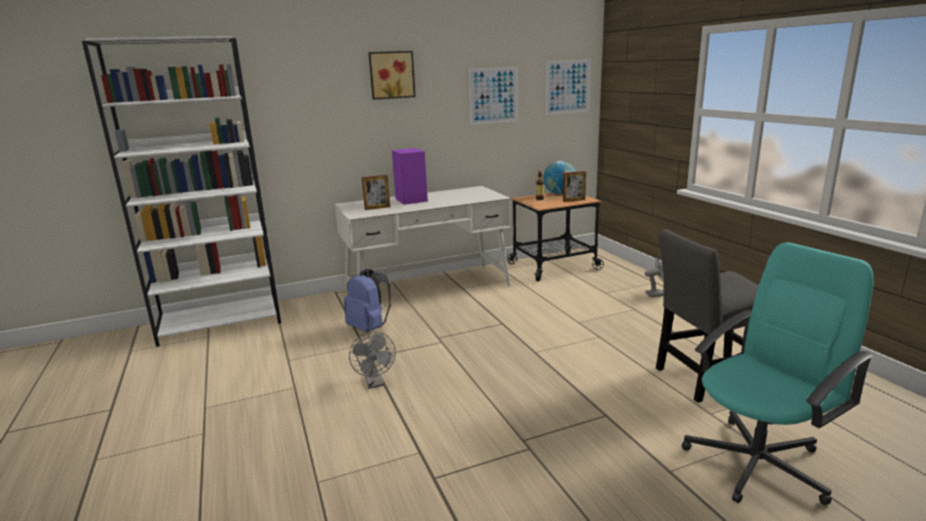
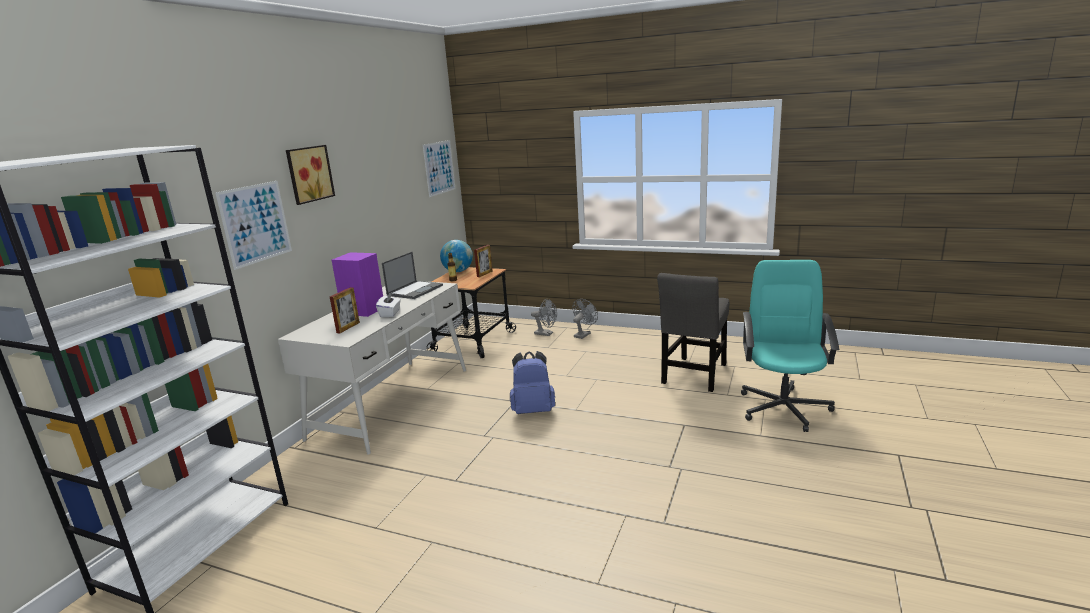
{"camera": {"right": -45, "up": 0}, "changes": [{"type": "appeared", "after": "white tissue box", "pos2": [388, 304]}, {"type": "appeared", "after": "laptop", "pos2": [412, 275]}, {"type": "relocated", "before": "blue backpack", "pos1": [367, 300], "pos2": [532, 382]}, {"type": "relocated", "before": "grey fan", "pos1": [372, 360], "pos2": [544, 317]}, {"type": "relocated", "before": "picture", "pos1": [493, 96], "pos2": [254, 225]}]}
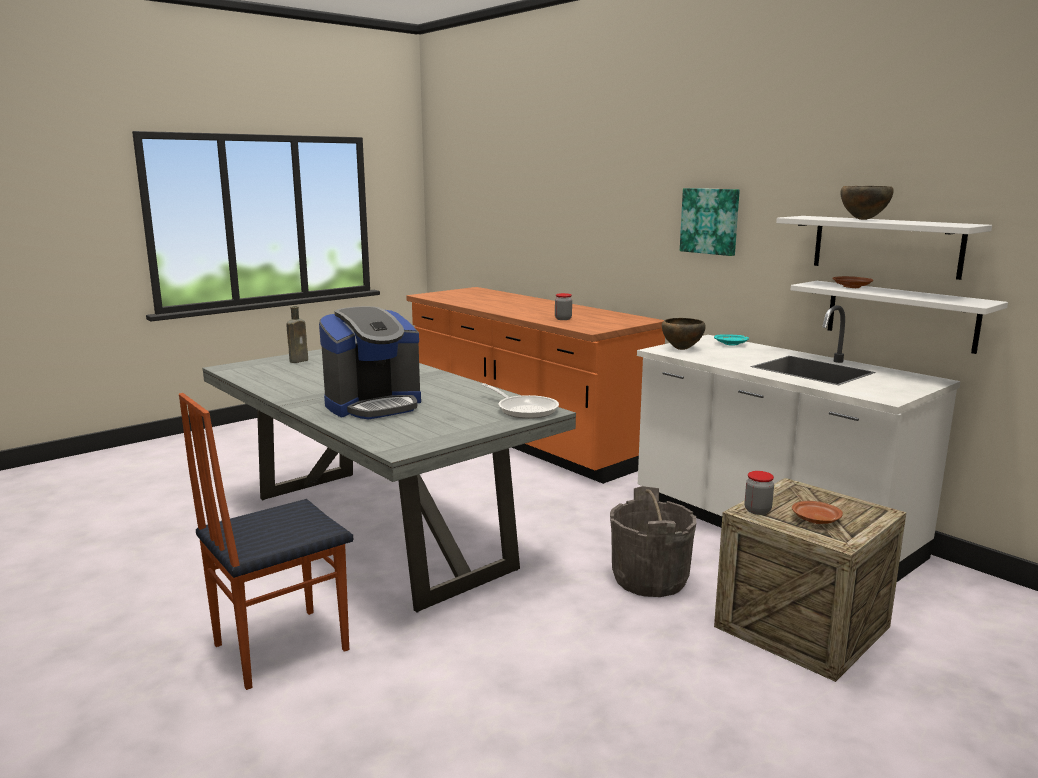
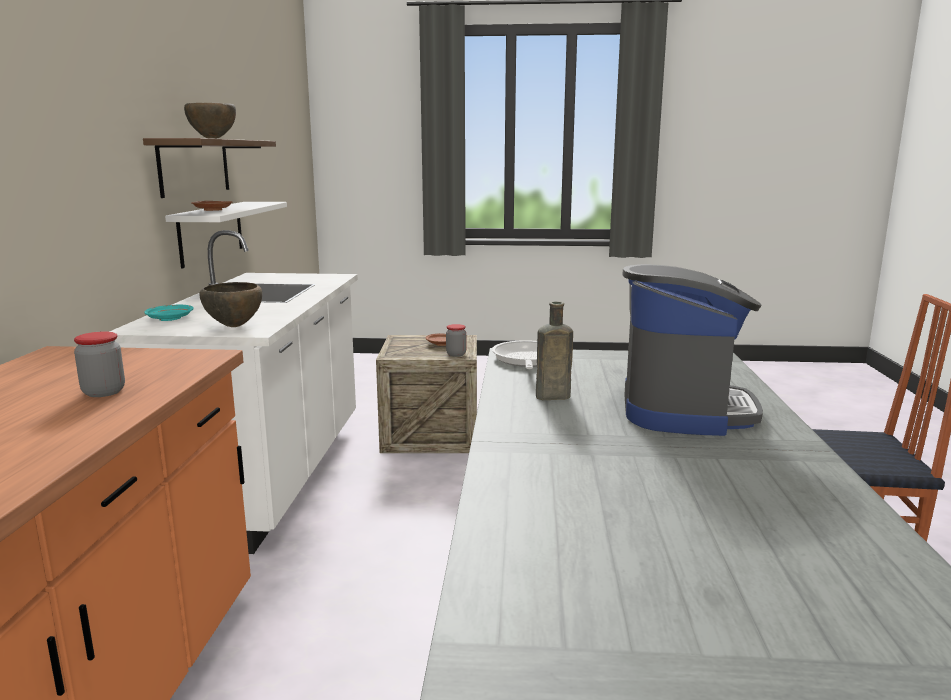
{"camera": {"right": -135, "up": 0}, "changes": [{"type": "missing", "before": "grey bucket", "pos1": [653, 541]}, {"type": "missing", "before": "picture", "pos1": [710, 222]}, {"type": "relocated", "before": "brown bottle", "pos1": [297, 334], "pos2": [554, 350]}, {"type": "colour", "before": "white shelf", "after": "brown shelf", "pos1": [884, 248], "pos2": [209, 168]}, {"type": "spun", "before": "coffee machine", "pos1": [370, 362], "pos2": [693, 350], "turn": 90}]}
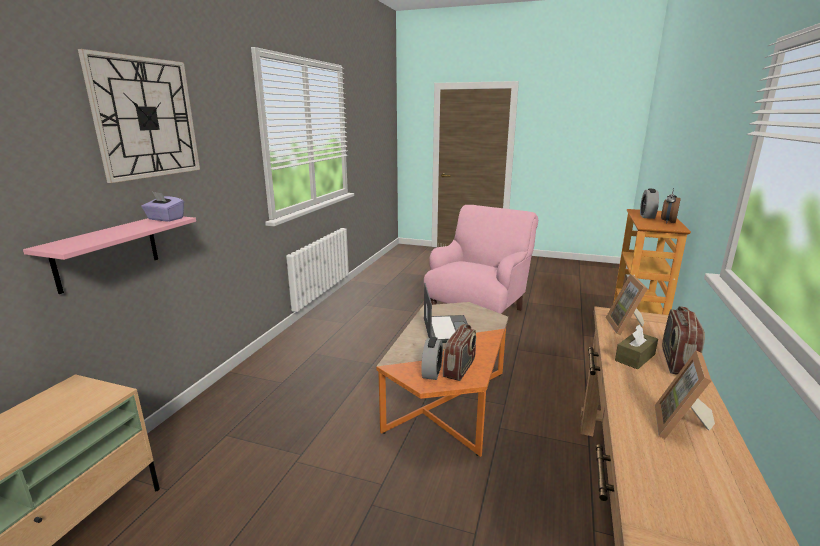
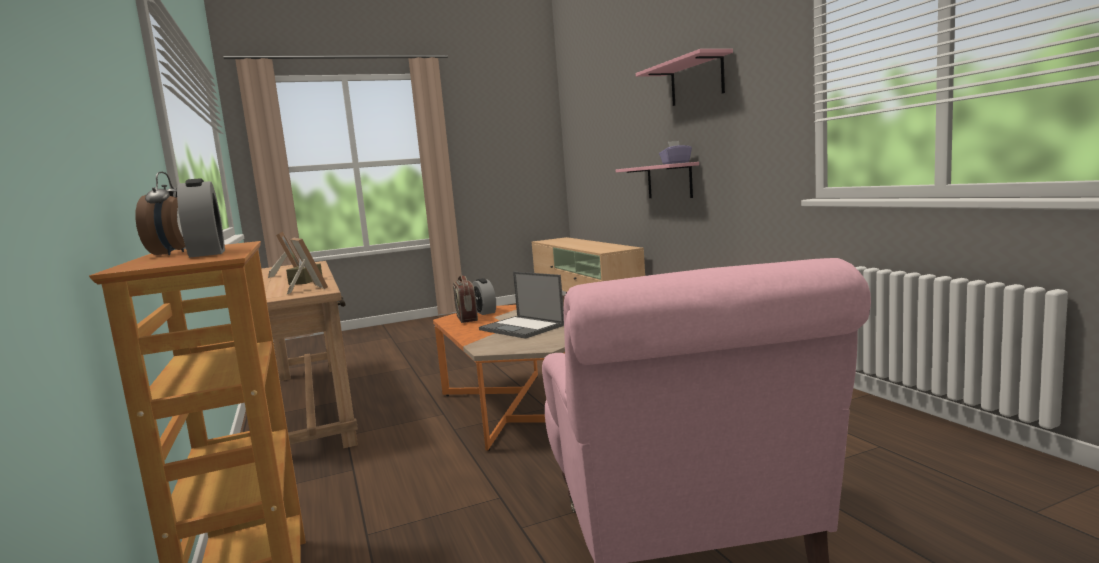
{"camera": {"right": 140, "up": -10}, "changes": [{"type": "missing", "before": "radio", "pos1": [683, 340]}, {"type": "exchanged", "before": "wall clock", "after": "pink shelf", "pos1": [139, 116], "pos2": [684, 77]}]}
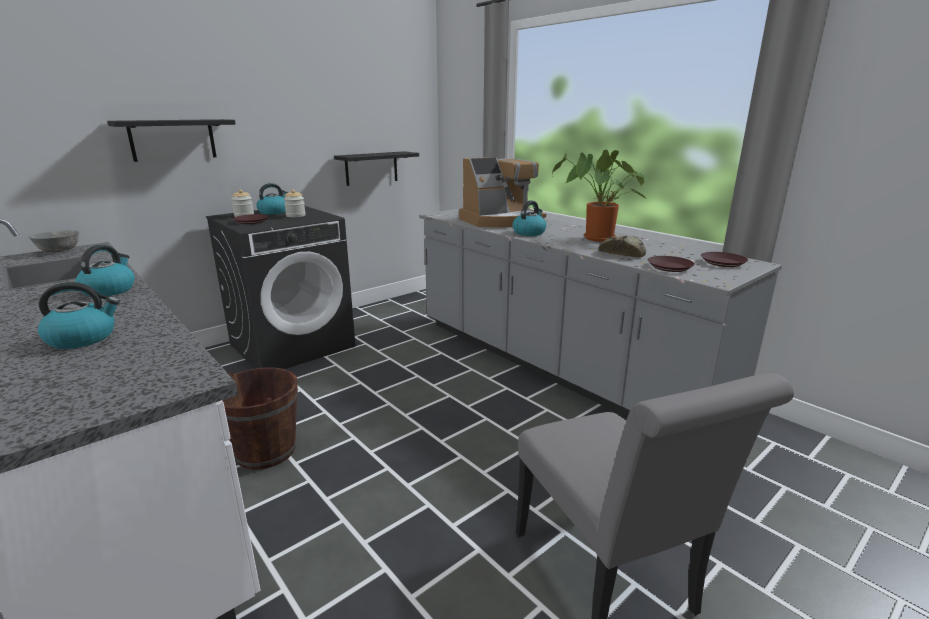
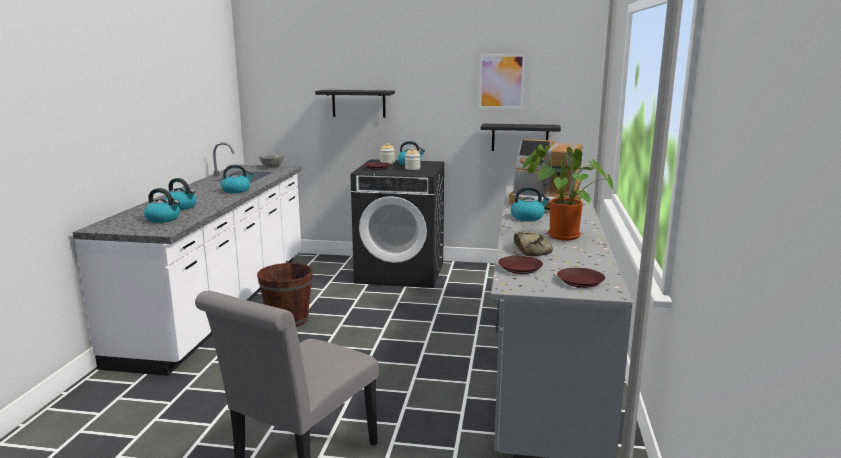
{"camera": {"right": 50, "up": -5}, "changes": [{"type": "appeared", "after": "kettle", "pos2": [162, 205]}, {"type": "appeared", "after": "picture", "pos2": [502, 81]}]}
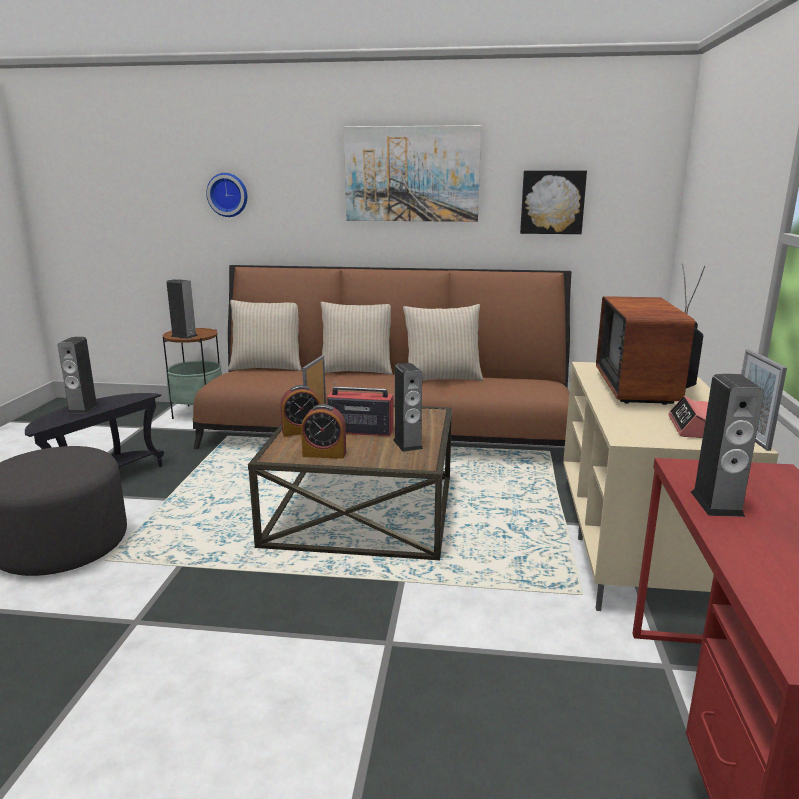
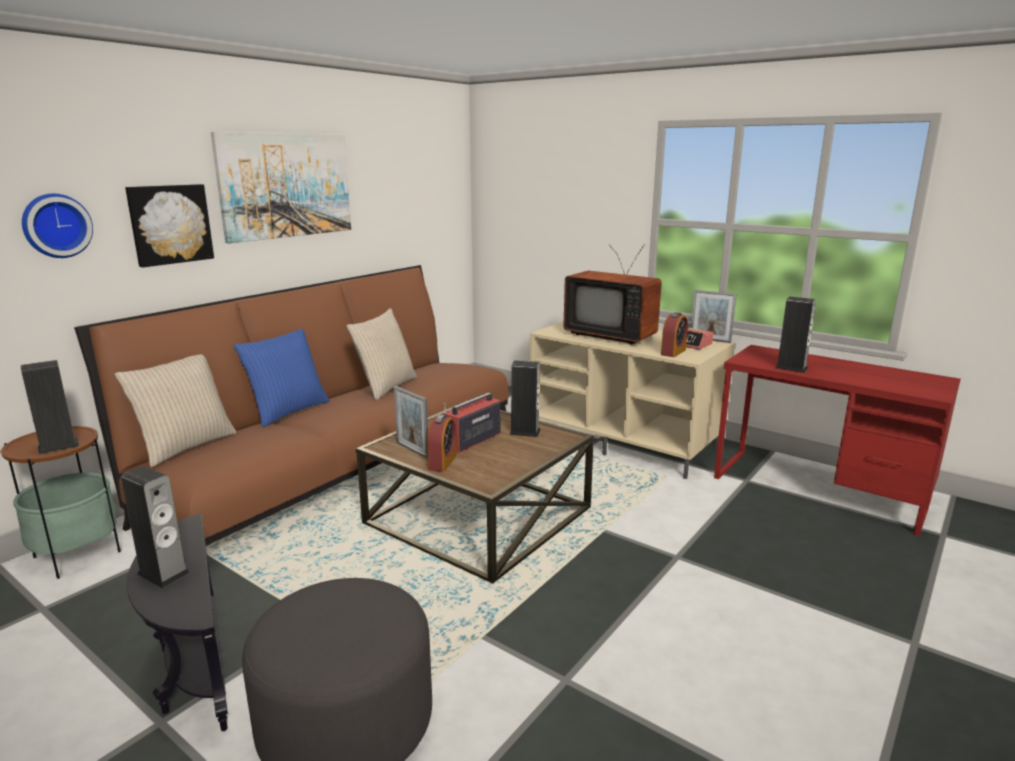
{"camera": {"right": -60, "up": 0}, "changes": [{"type": "relocated", "before": "alarm clock", "pos1": [323, 431], "pos2": [674, 334]}, {"type": "relocated", "before": "picture", "pos1": [553, 202], "pos2": [169, 225]}, {"type": "colour", "before": "beige pillow", "after": "blue pillow", "pos1": [357, 338], "pos2": [281, 378]}]}
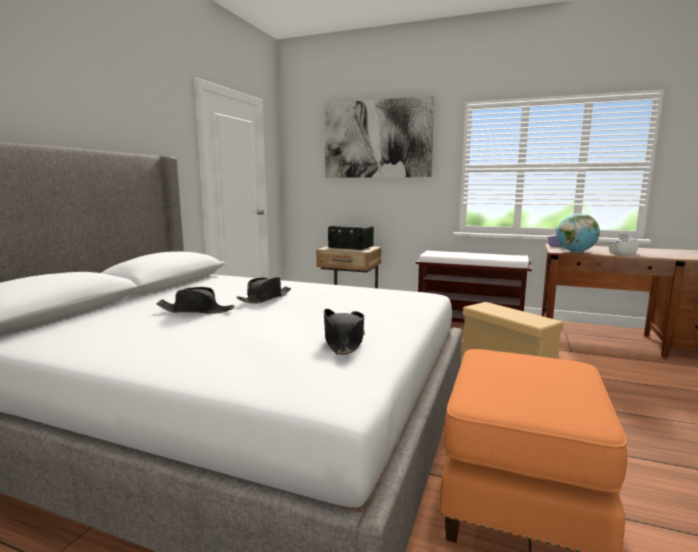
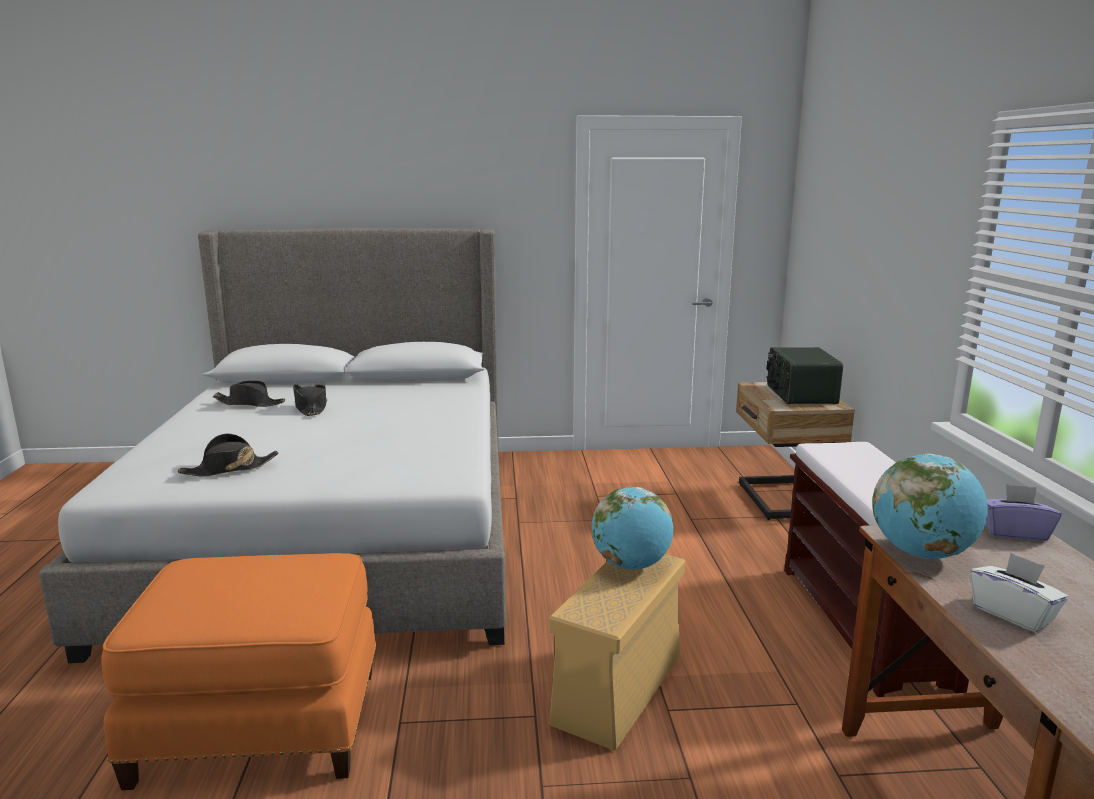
{"camera": {"right": 65, "up": 5}, "changes": [{"type": "missing", "before": "picture", "pos1": [380, 137]}, {"type": "appeared", "after": "globe", "pos2": [632, 528]}, {"type": "relocated", "before": "black hat", "pos1": [263, 290], "pos2": [248, 393]}]}
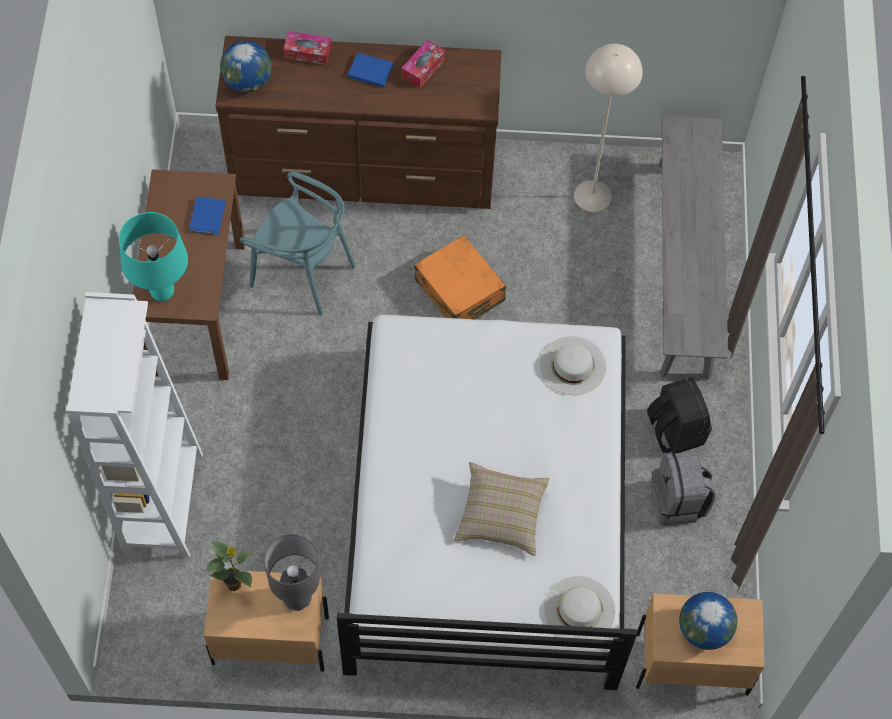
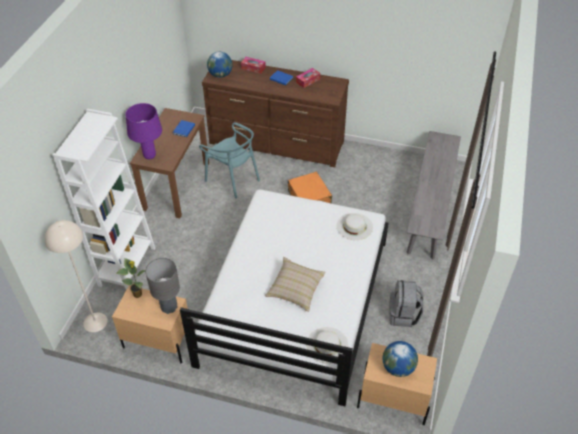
{"camera": {"right": 15, "up": -15}, "changes": [{"type": "missing", "before": "black backpack", "pos1": [679, 415]}, {"type": "relocated", "before": "beige floor lamp", "pos1": [608, 128], "pos2": [76, 276]}, {"type": "colour", "before": "turquoise table lamp", "after": "purple table lamp", "pos1": [153, 256], "pos2": [143, 131]}]}
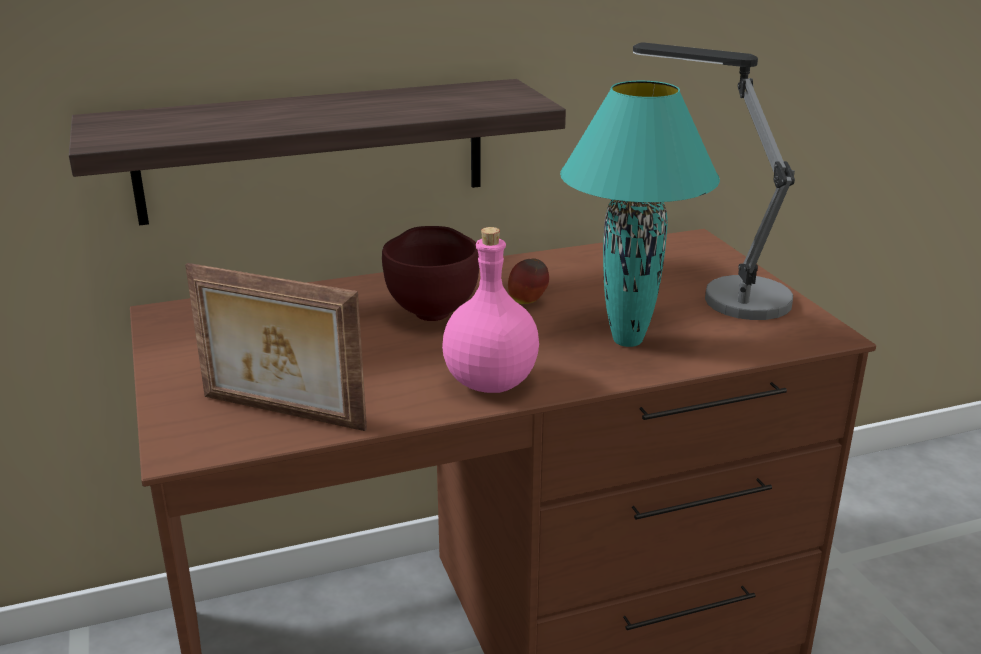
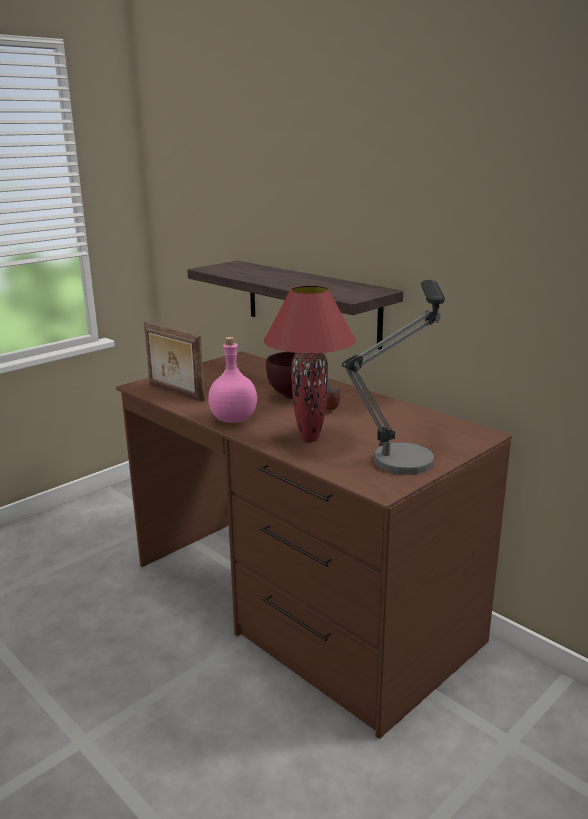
{"camera": {"right": 65, "up": -5}, "changes": [{"type": "colour", "before": "turquoise table lamp", "after": "red table lamp", "pos1": [640, 214], "pos2": [310, 363]}, {"type": "spun", "before": "picture frame", "pos1": [276, 347], "pos2": [174, 362], "turn": -45}]}
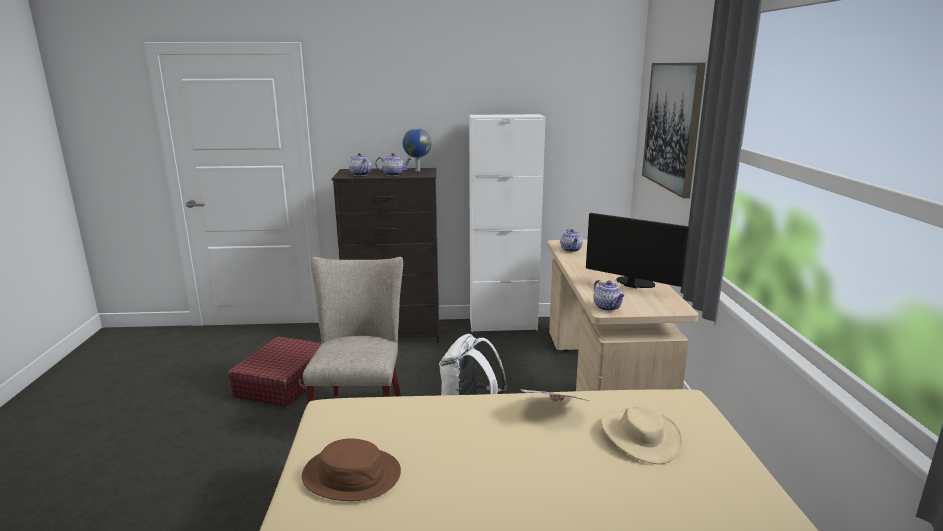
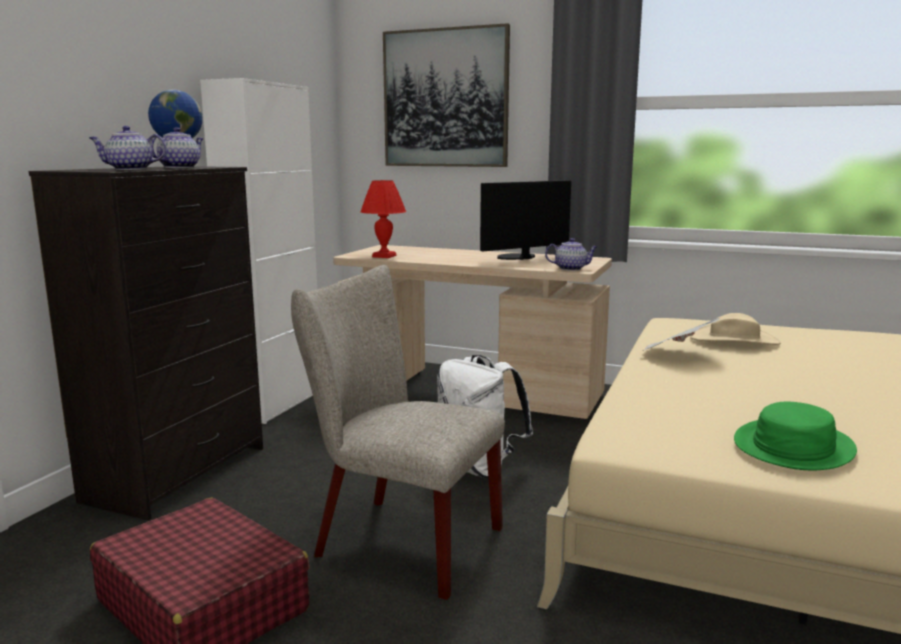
{"camera": {"right": -65, "up": -5}, "changes": [{"type": "exchanged", "before": "teapot", "after": "red table lamp", "pos1": [571, 240], "pos2": [383, 219]}, {"type": "colour", "before": "brown hat", "after": "green hat", "pos1": [351, 469], "pos2": [795, 436]}]}
